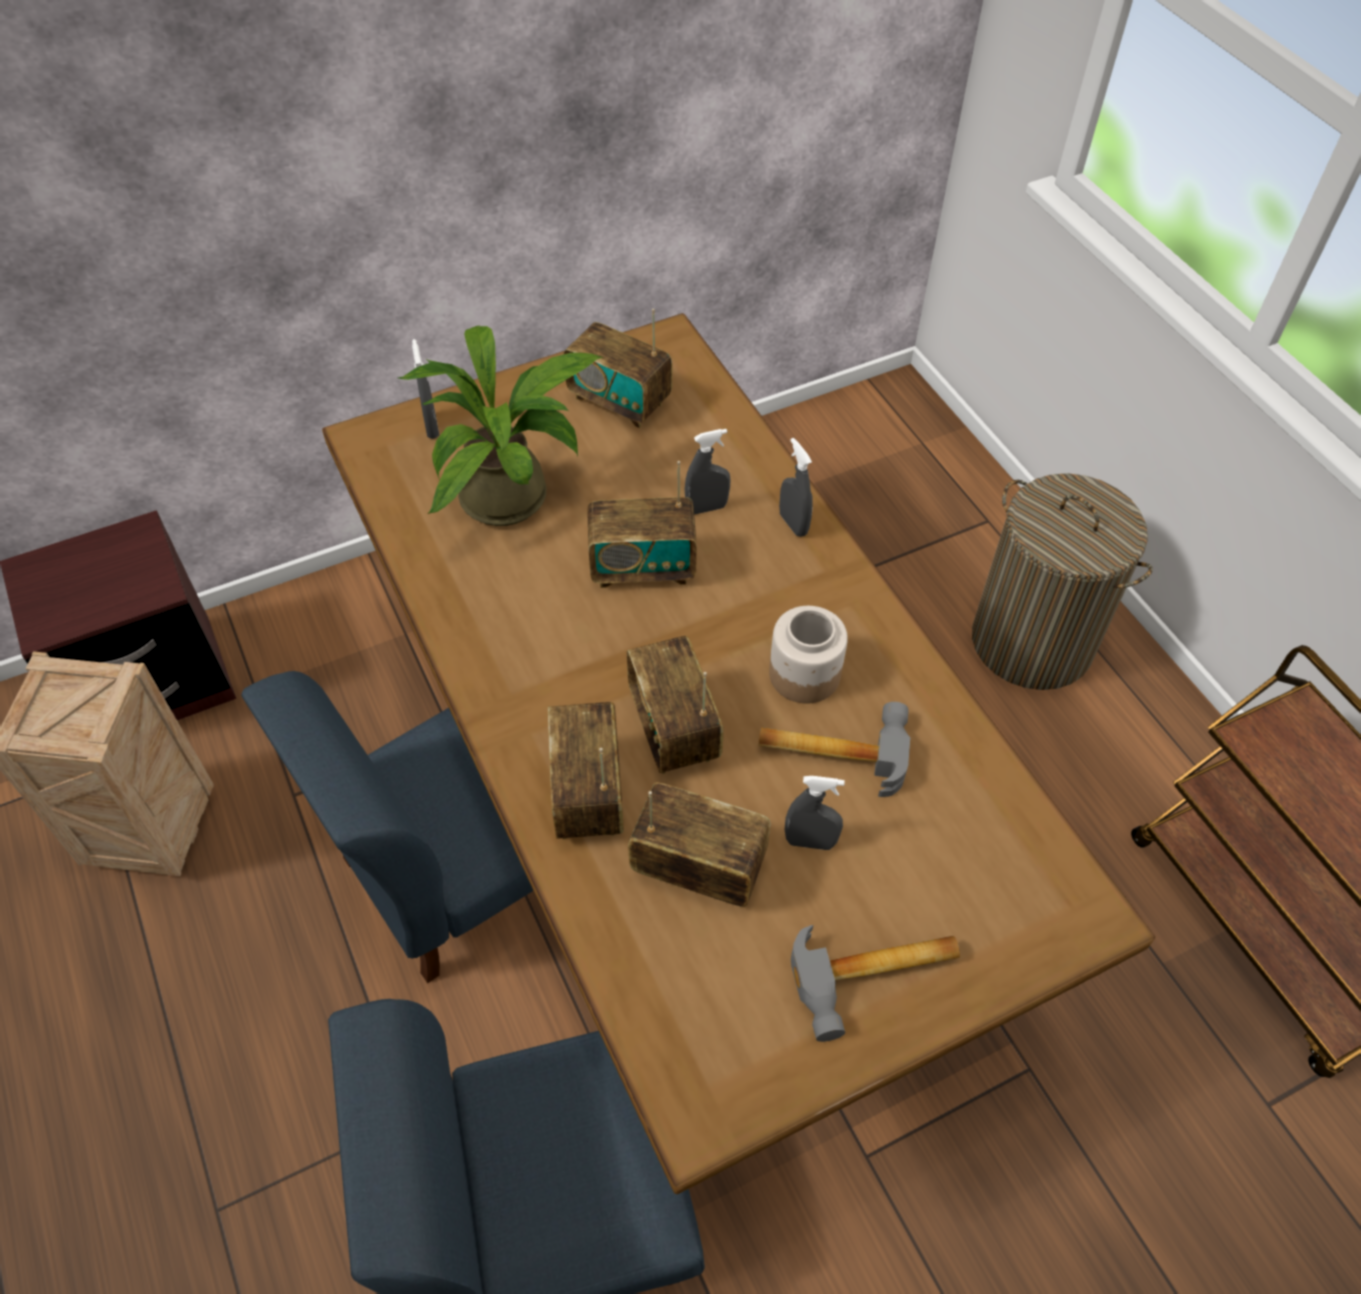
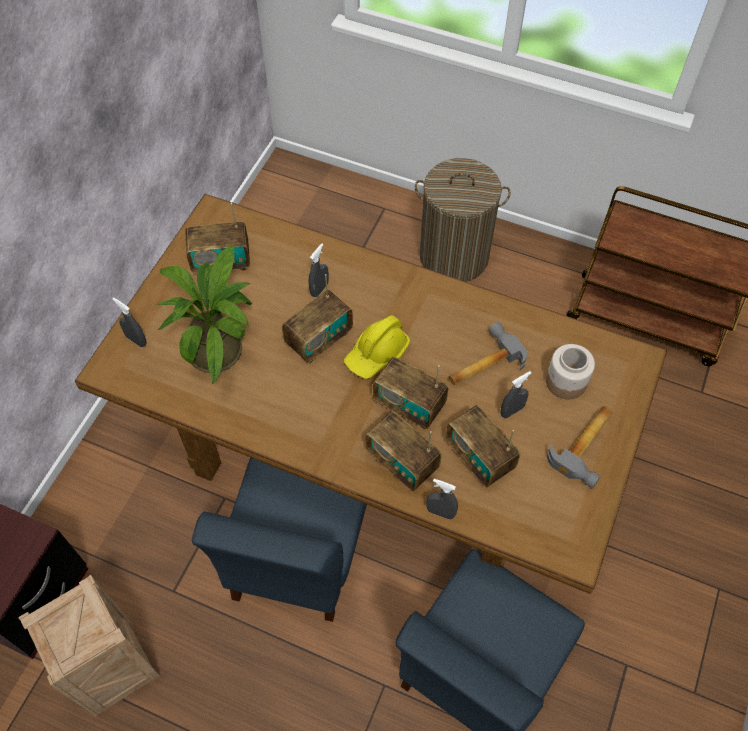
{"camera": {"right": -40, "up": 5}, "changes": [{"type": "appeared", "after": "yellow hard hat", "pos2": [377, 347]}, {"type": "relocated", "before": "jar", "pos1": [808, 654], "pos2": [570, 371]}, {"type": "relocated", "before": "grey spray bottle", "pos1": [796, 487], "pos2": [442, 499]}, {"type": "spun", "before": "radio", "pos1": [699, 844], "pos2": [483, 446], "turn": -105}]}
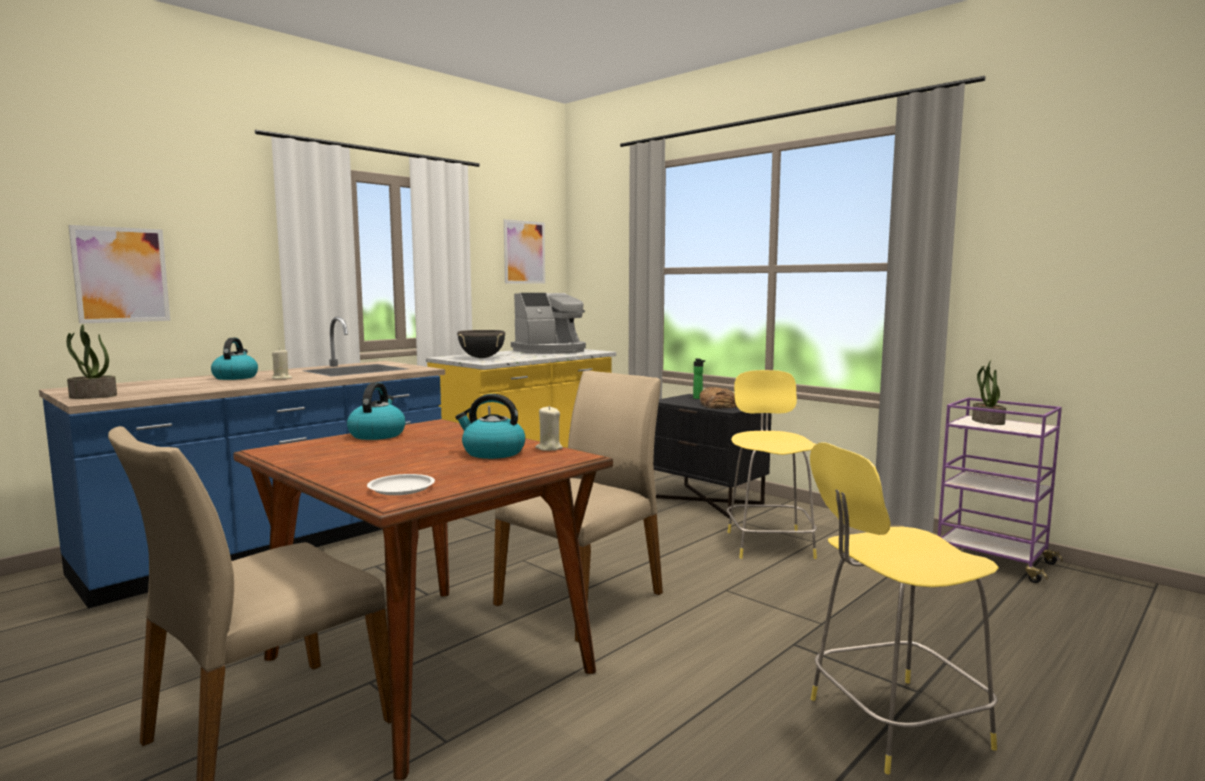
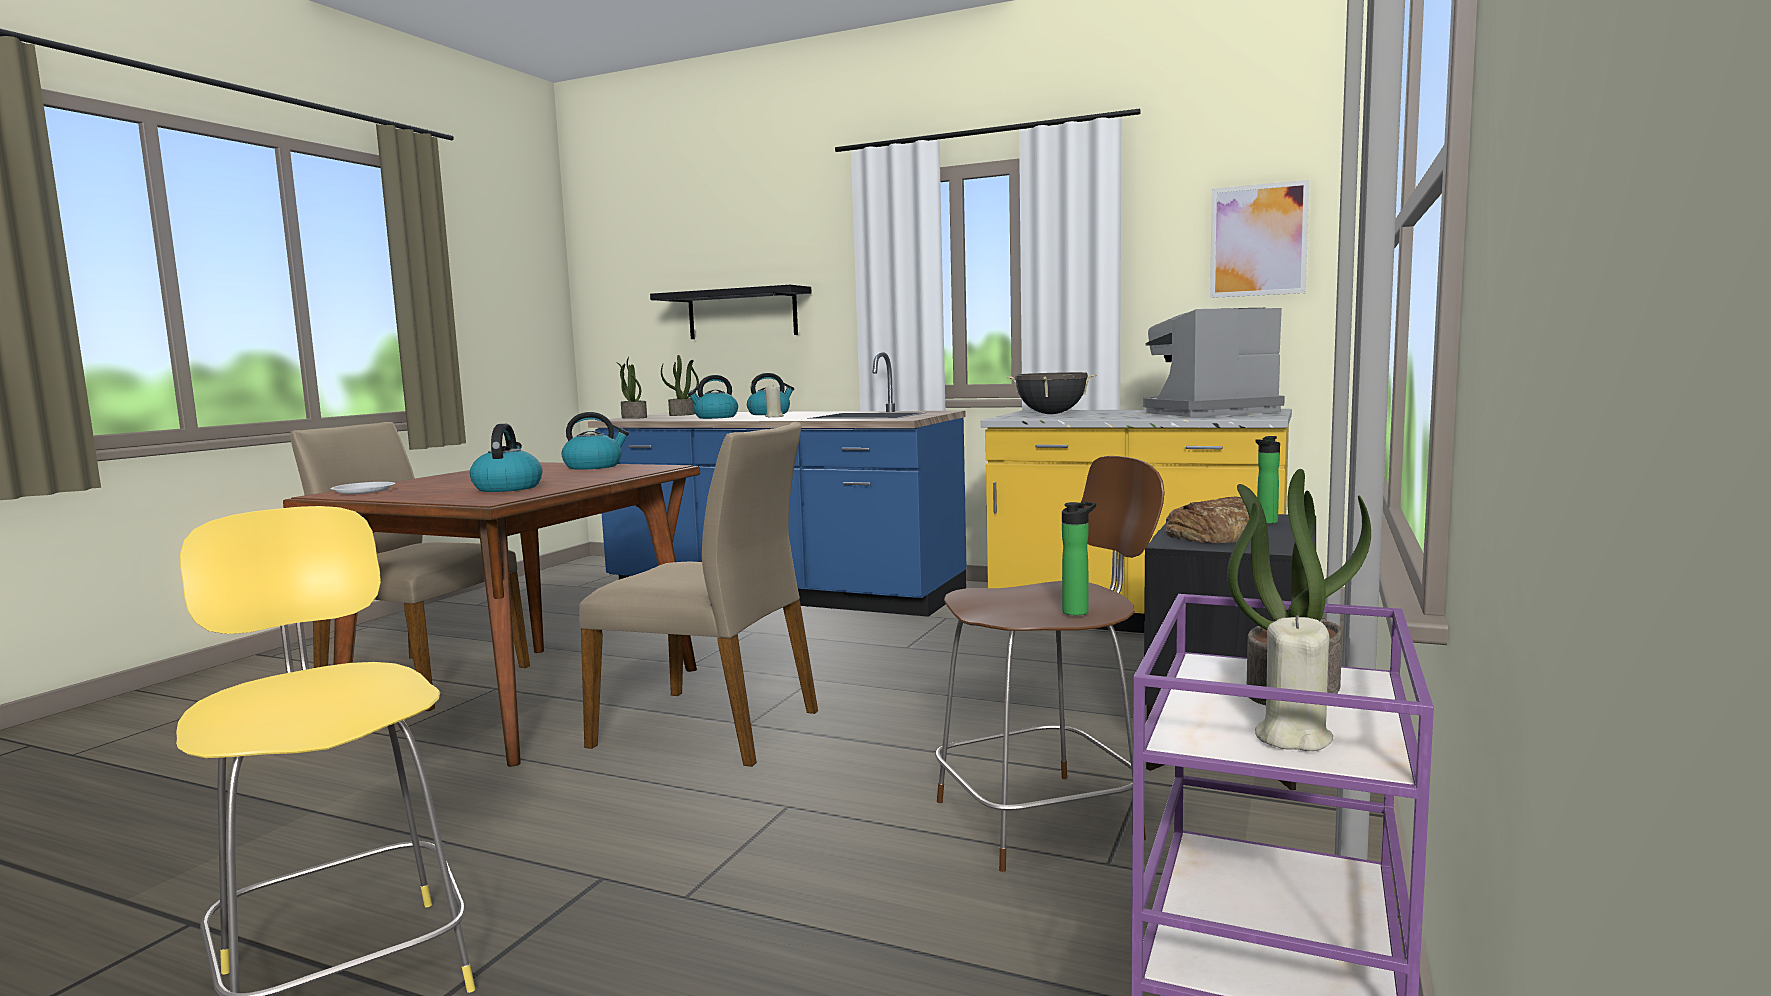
{"camera": {"right": 70, "up": 0}, "changes": [{"type": "appeared", "after": "potted plant", "pos2": [680, 385]}, {"type": "appeared", "after": "kettle", "pos2": [713, 397]}, {"type": "appeared", "after": "bottle", "pos2": [1079, 558]}, {"type": "relocated", "before": "beige candle", "pos1": [549, 428], "pos2": [1294, 683]}, {"type": "exchanged", "before": "picture", "after": "black shelf", "pos1": [119, 274], "pos2": [731, 312]}, {"type": "colour", "before": "yellow stool", "after": "brown stool", "pos1": [772, 464], "pos2": [1050, 664]}, {"type": "spun", "before": "coffee machine", "pos1": [548, 323], "pos2": [1214, 362], "turn": 120}]}
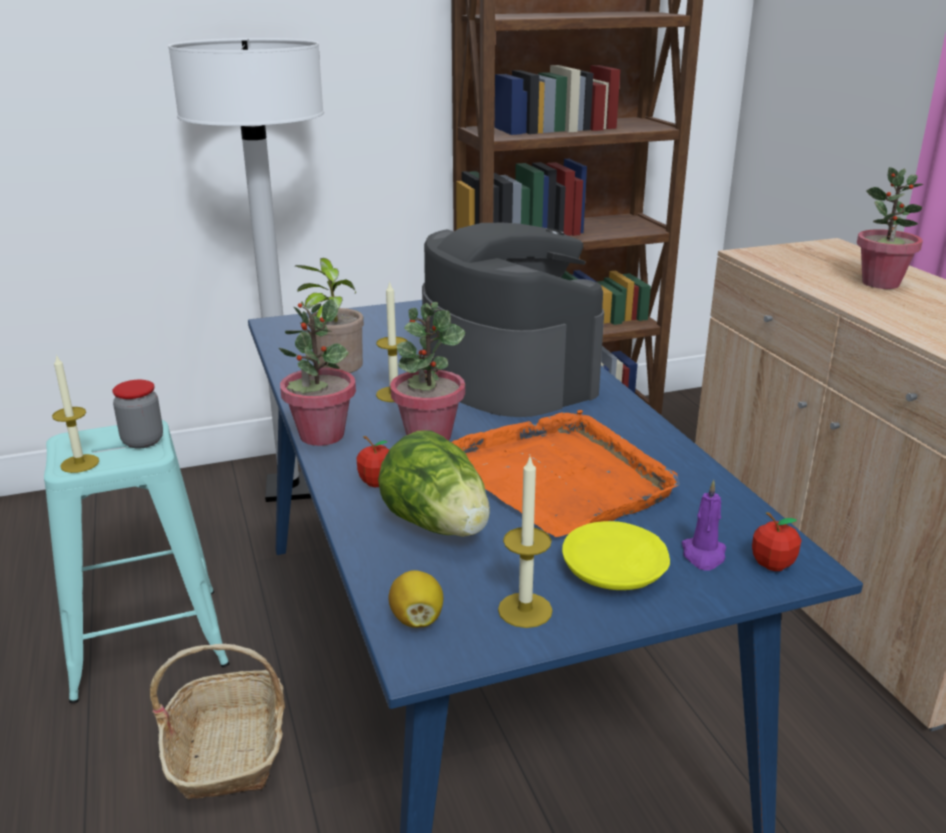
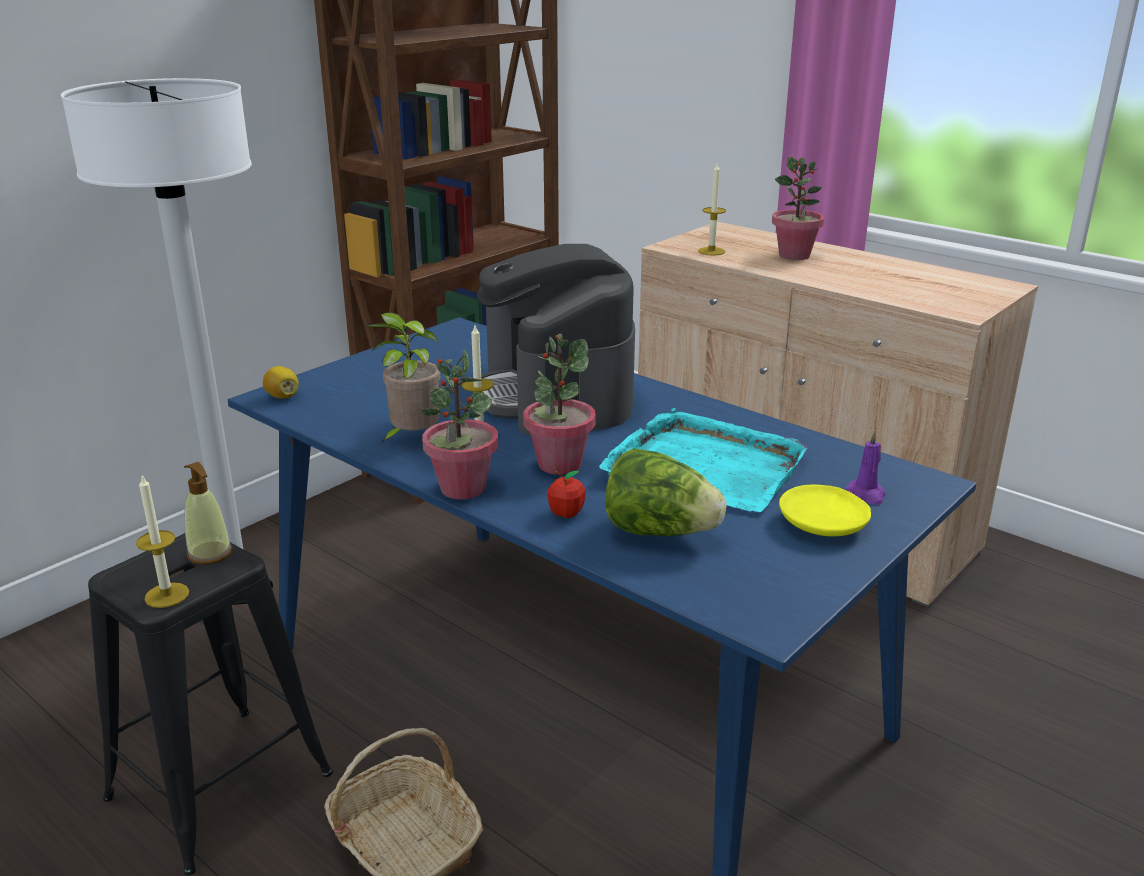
{"camera": {"right": -30, "up": 0}, "changes": [{"type": "missing", "before": "apple", "pos1": [777, 541]}, {"type": "relocated", "before": "lemon", "pos1": [415, 599], "pos2": [281, 382]}, {"type": "relocated", "before": "candle", "pos1": [525, 542], "pos2": [712, 209]}, {"type": "exchanged", "before": "jar", "after": "soap dispenser", "pos1": [137, 414], "pos2": [208, 513]}, {"type": "colour", "before": "turquoise stool", "after": "black stool", "pos1": [137, 561], "pos2": [210, 704]}, {"type": "colour", "before": "orange tray", "after": "turquoise tray", "pos1": [565, 473], "pos2": [703, 460]}, {"type": "spun", "before": "coffee machine", "pos1": [513, 320], "pos2": [556, 340], "turn": -135}]}
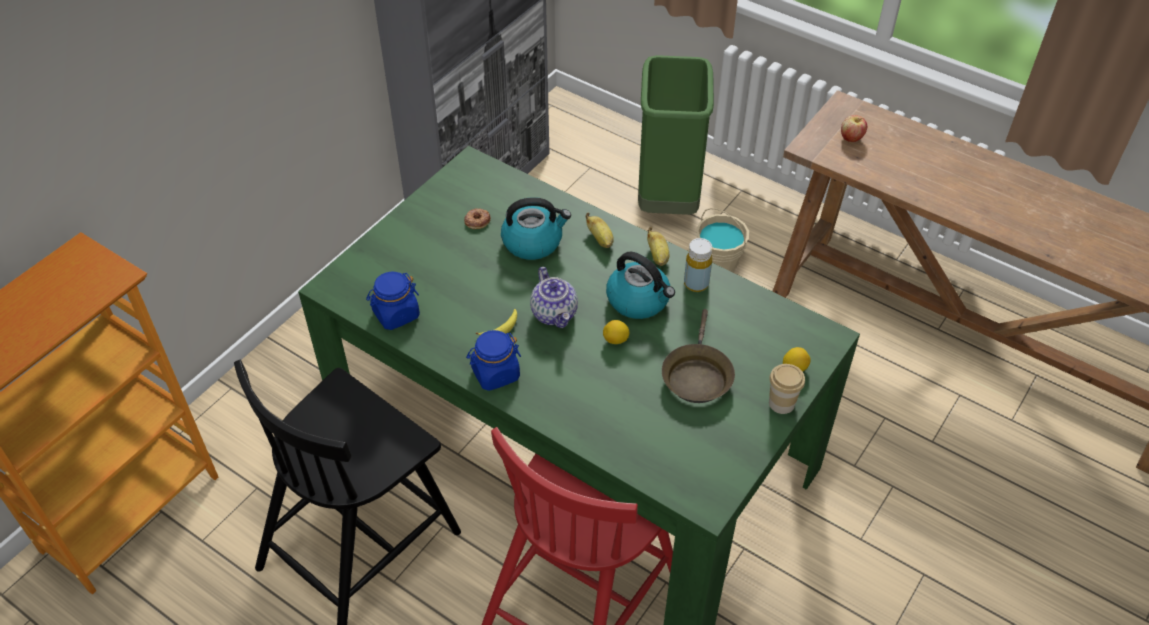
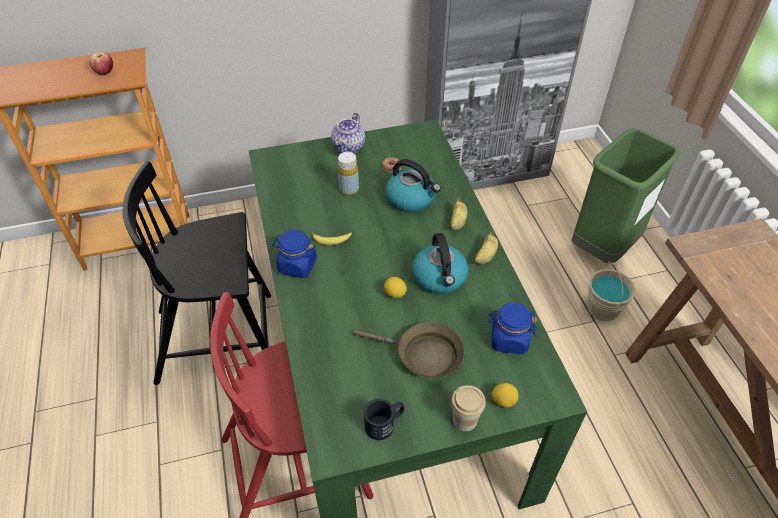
{"camera": {"right": 40, "up": 0}, "changes": [{"type": "appeared", "after": "black mug", "pos2": [384, 419]}, {"type": "relocated", "before": "blue jar", "pos1": [393, 301], "pos2": [513, 328]}, {"type": "relocated", "before": "teapot", "pos1": [554, 297], "pos2": [348, 133]}, {"type": "relocated", "before": "yellow bottle", "pos1": [698, 265], "pos2": [348, 174]}, {"type": "relocated", "before": "apple", "pos1": [854, 128], "pos2": [101, 63]}, {"type": "spun", "before": "brown frying pan", "pos1": [698, 356], "pos2": [408, 350], "turn": -120}]}
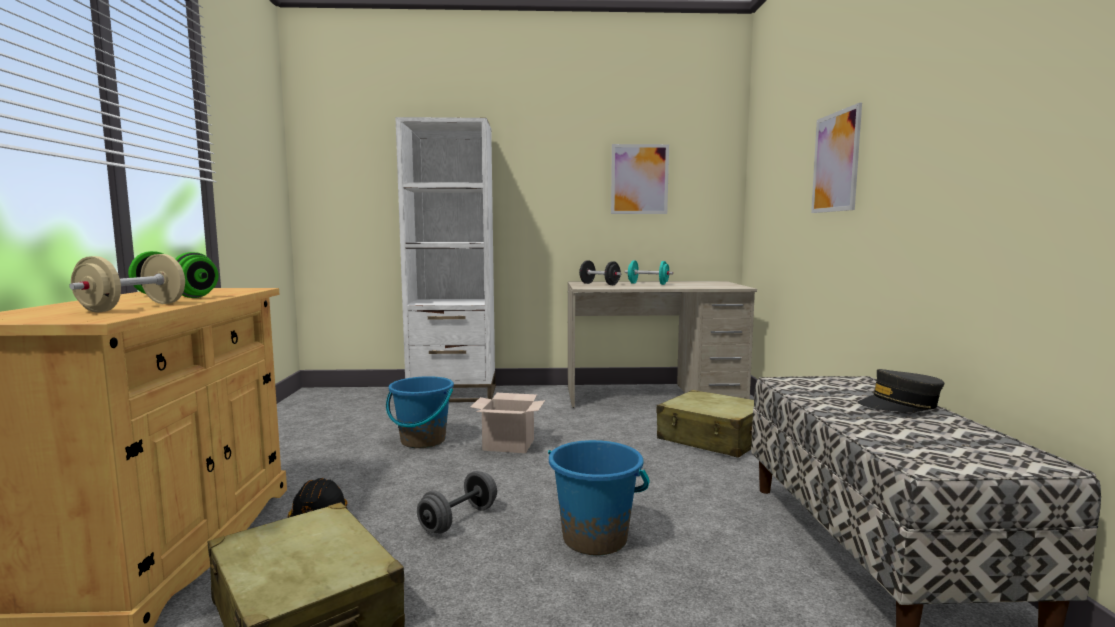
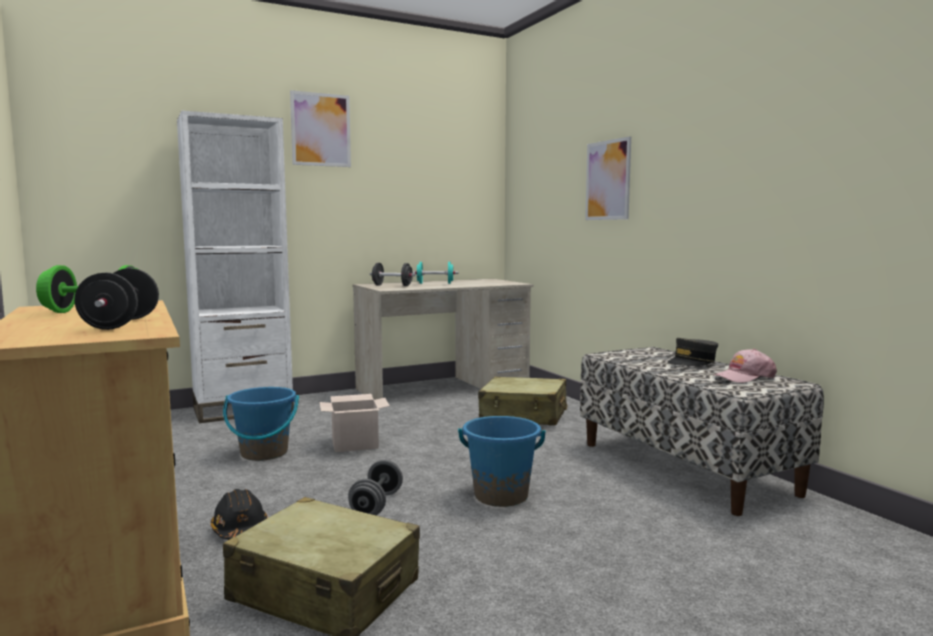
{"camera": {"right": -25, "up": 0}, "changes": [{"type": "appeared", "after": "pink cap", "pos2": [745, 366]}, {"type": "relocated", "before": "picture", "pos1": [640, 179], "pos2": [320, 128]}, {"type": "colour", "before": "beige dumbbell", "after": "black dumbbell", "pos1": [127, 283], "pos2": [117, 299]}]}
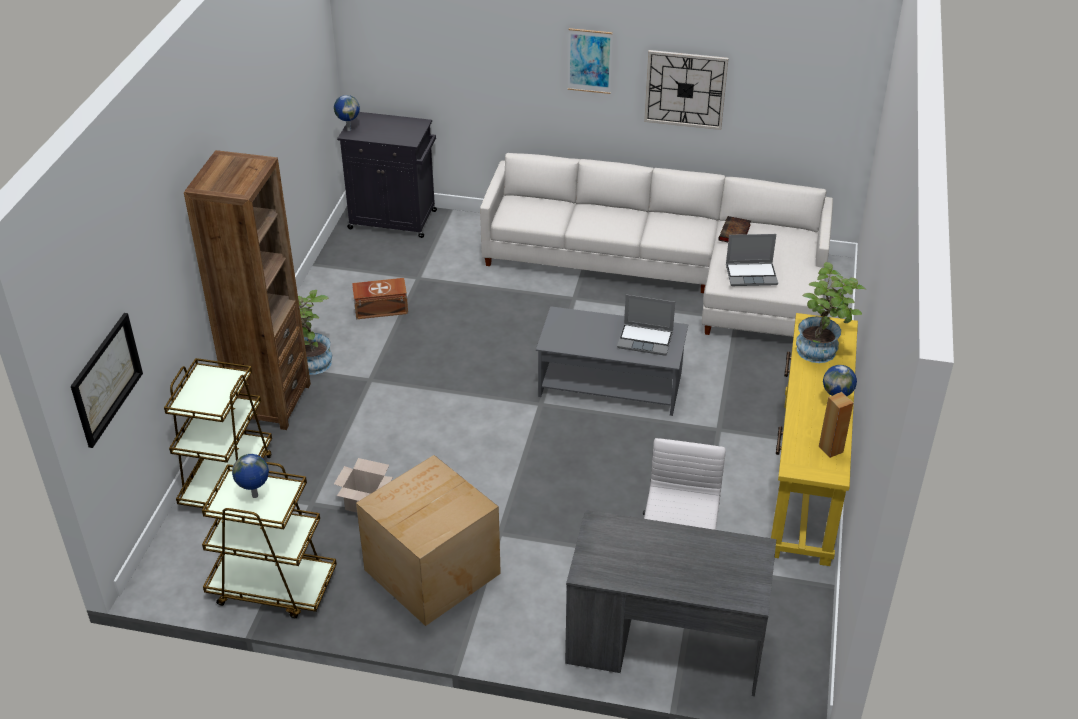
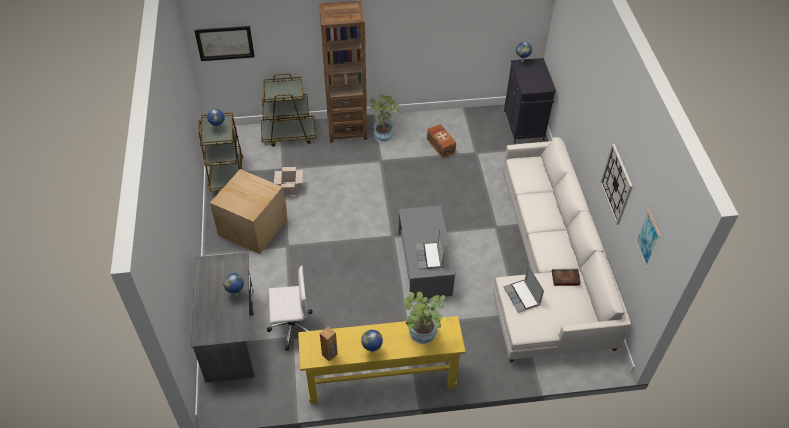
{"camera": {"right": 70, "up": 10}, "changes": [{"type": "appeared", "after": "globe", "pos2": [233, 284]}, {"type": "relocated", "before": "picture", "pos1": [590, 61], "pos2": [648, 239]}]}
